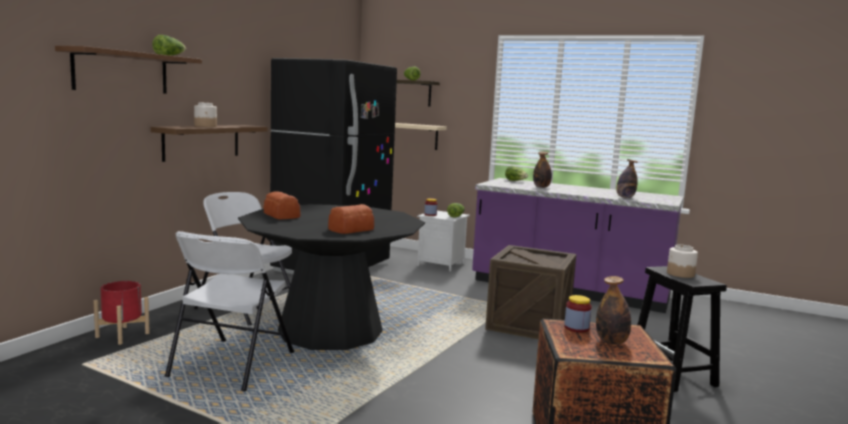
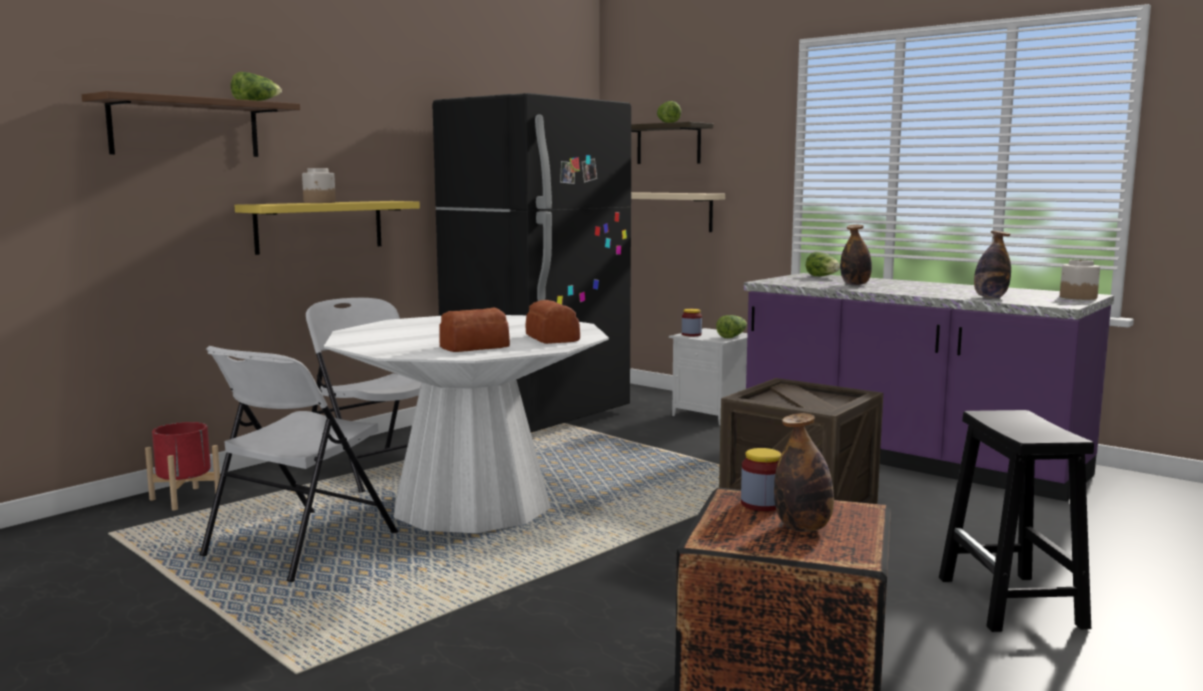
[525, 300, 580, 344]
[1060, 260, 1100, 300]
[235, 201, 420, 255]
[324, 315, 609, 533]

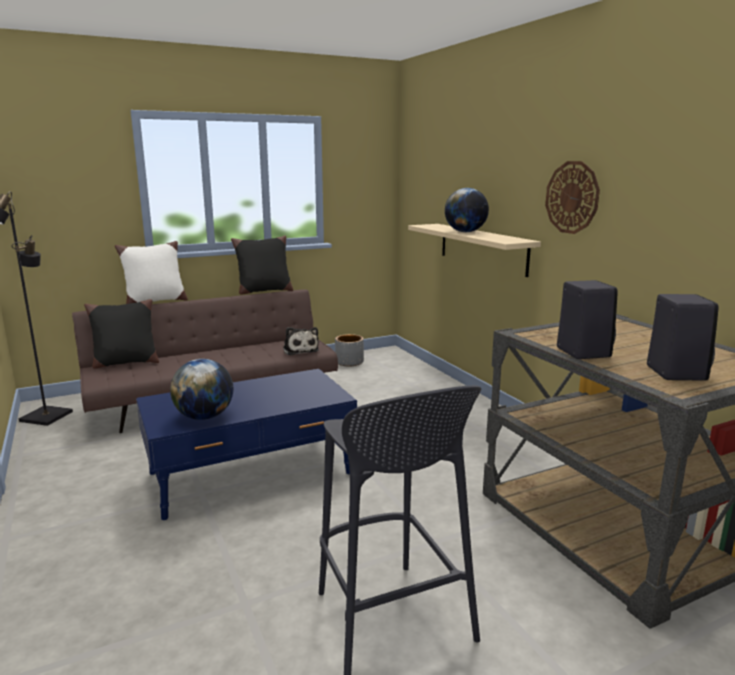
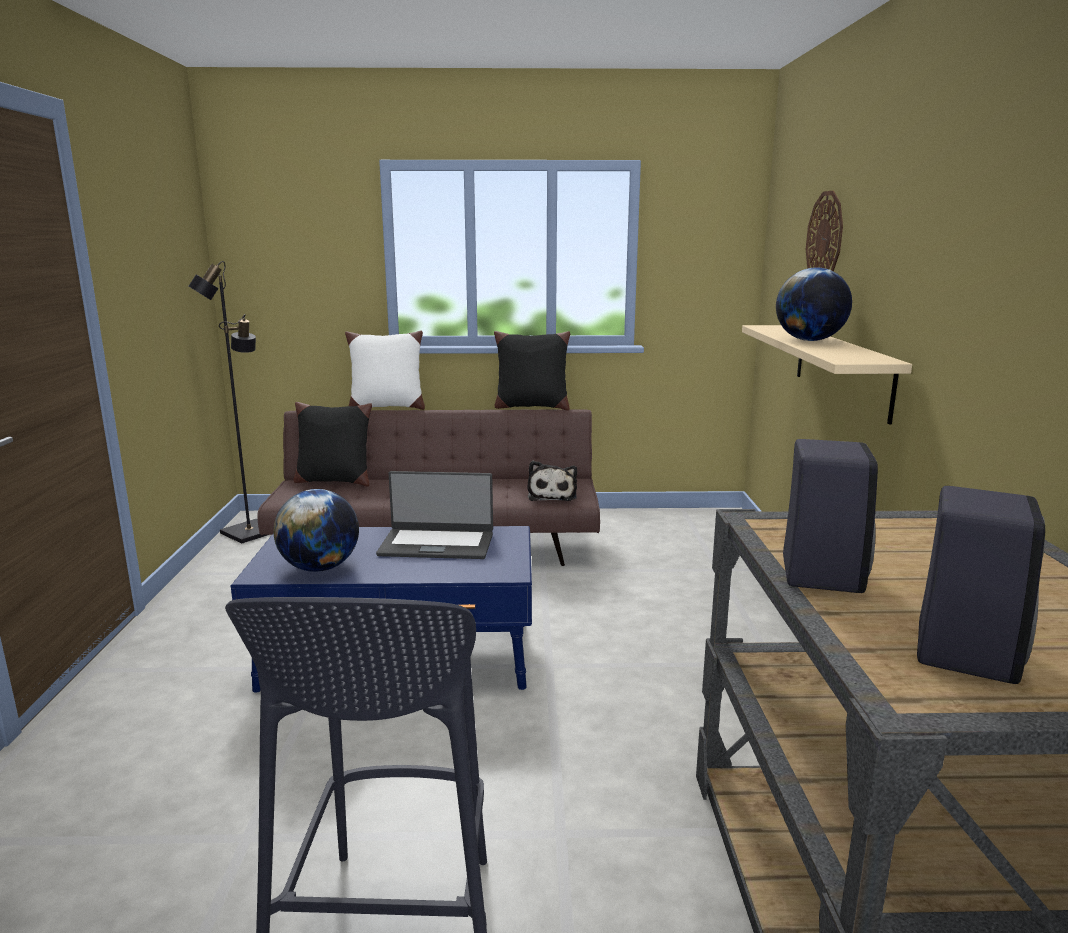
[335, 334, 364, 366] (first image)
[376, 471, 493, 559]
[806, 191, 843, 271]

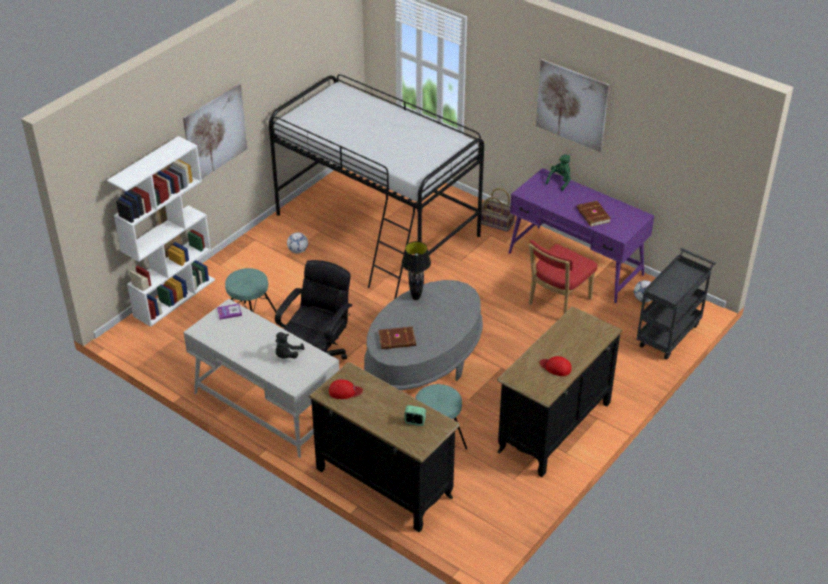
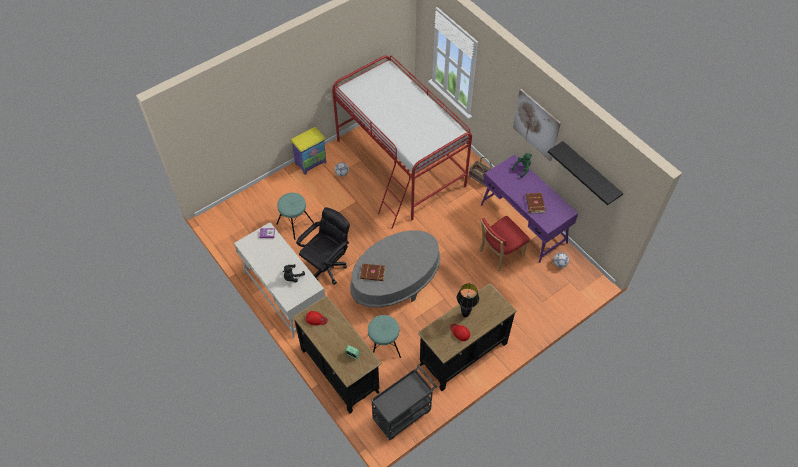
[107, 136, 215, 327] (first image)
[183, 84, 247, 179] (first image)
[290, 127, 326, 175]
[548, 141, 623, 205]
[457, 284, 479, 317]
[371, 364, 437, 440]
[332, 56, 472, 229]

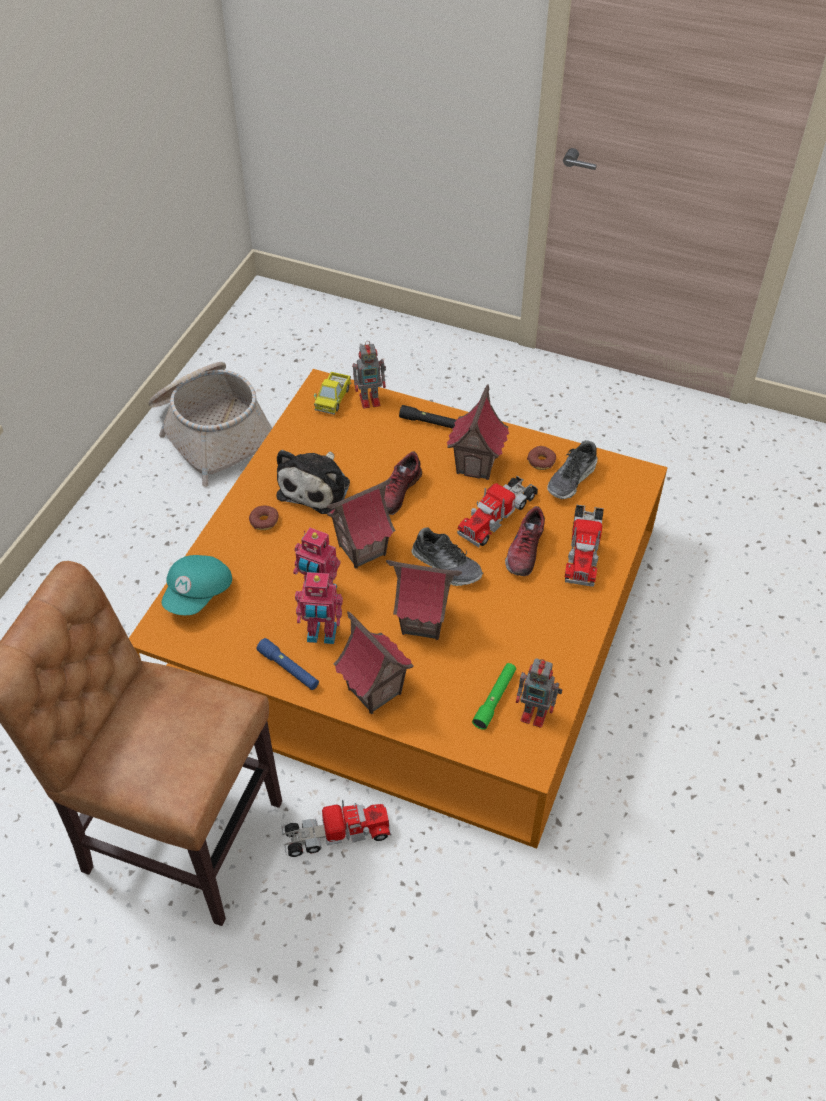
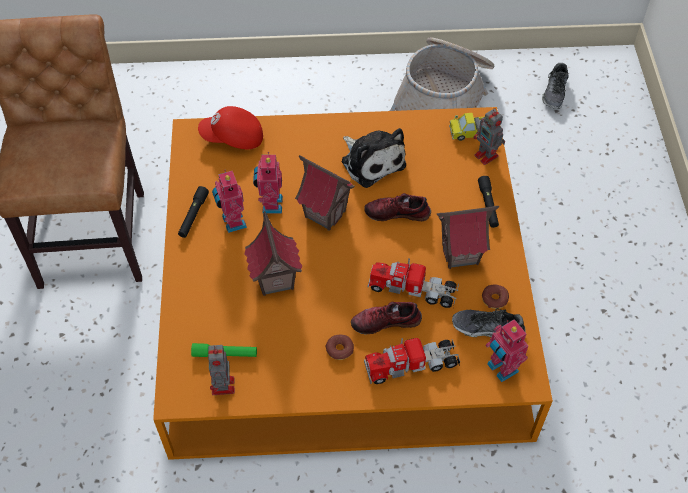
[282, 800, 392, 857] (first image)
[334, 611, 414, 714] (first image)
[485, 319, 529, 382]
[325, 335, 354, 360]
[542, 63, 569, 109]
[198, 106, 263, 149]
[178, 186, 209, 238]
[342, 128, 406, 188]

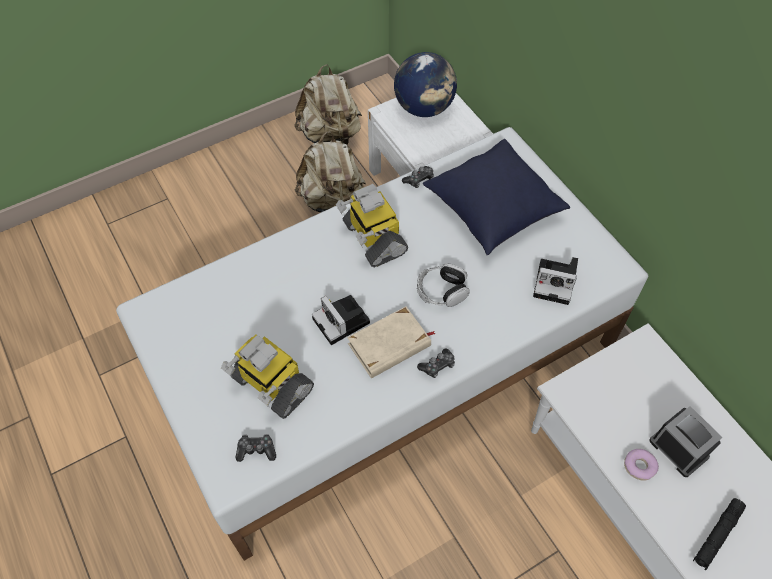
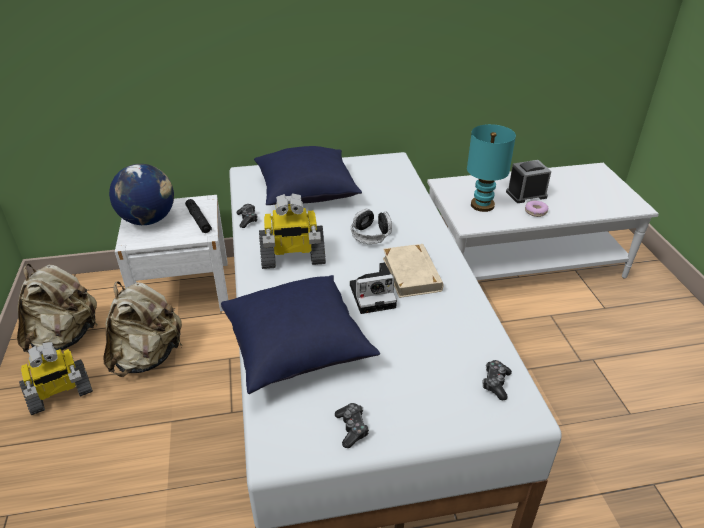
[533, 257, 578, 305] (first image)
[221, 275, 380, 394]
[467, 124, 516, 212]
[19, 342, 93, 415]
[335, 403, 369, 448]
[185, 199, 212, 233]

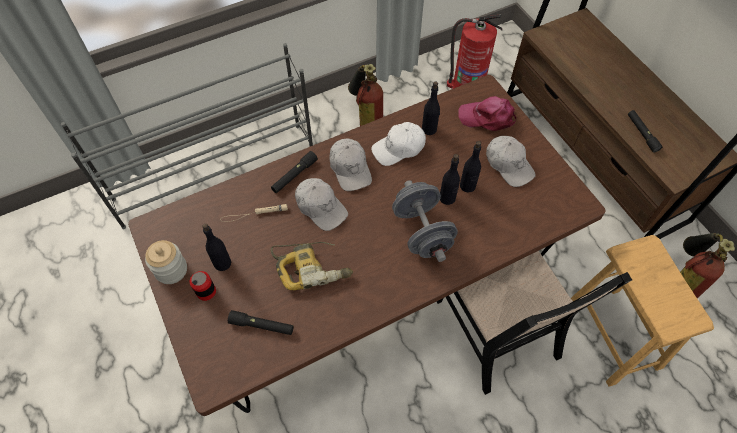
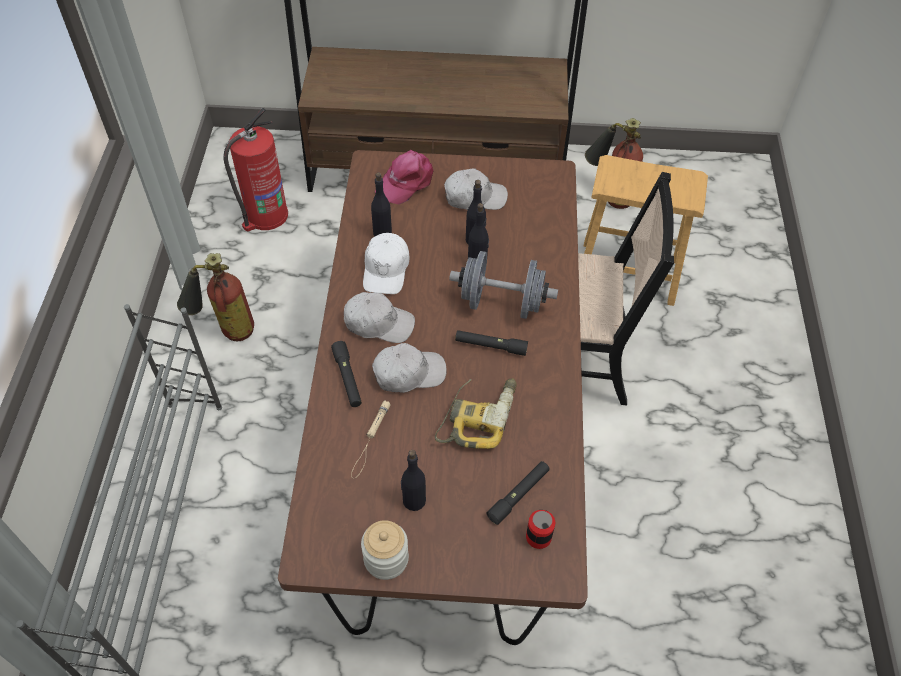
[526, 510, 555, 549]
[455, 330, 528, 356]

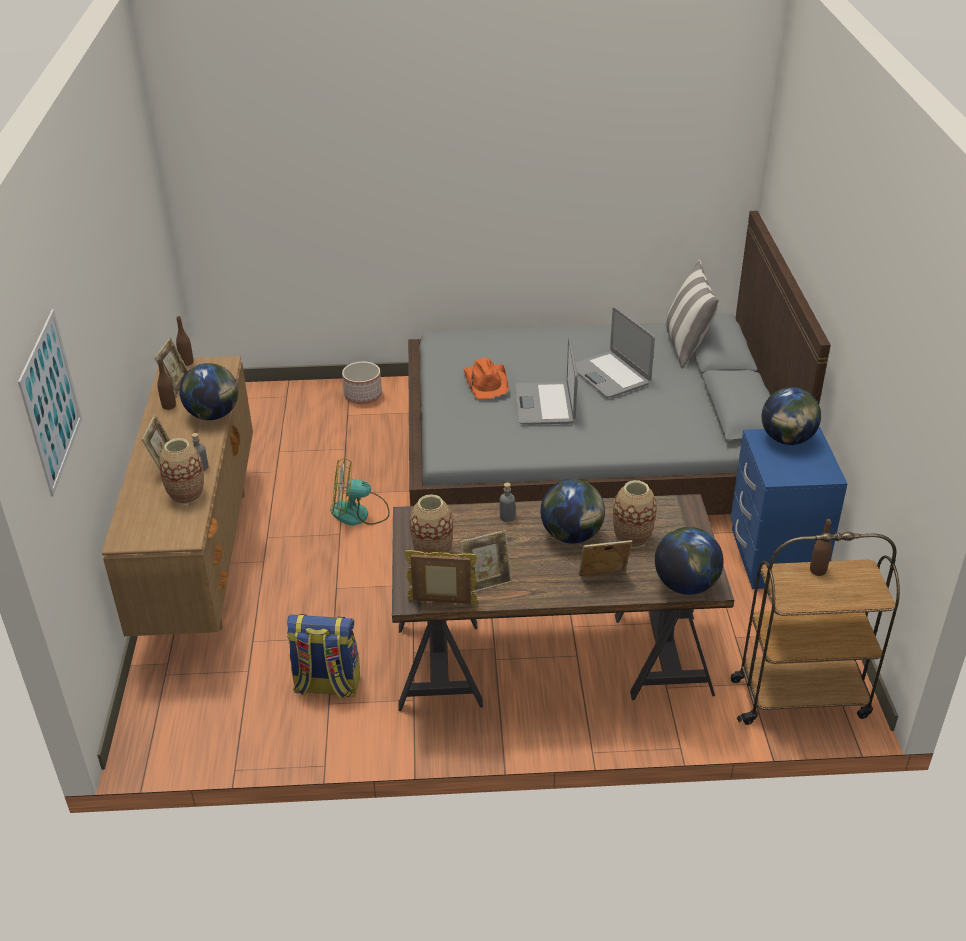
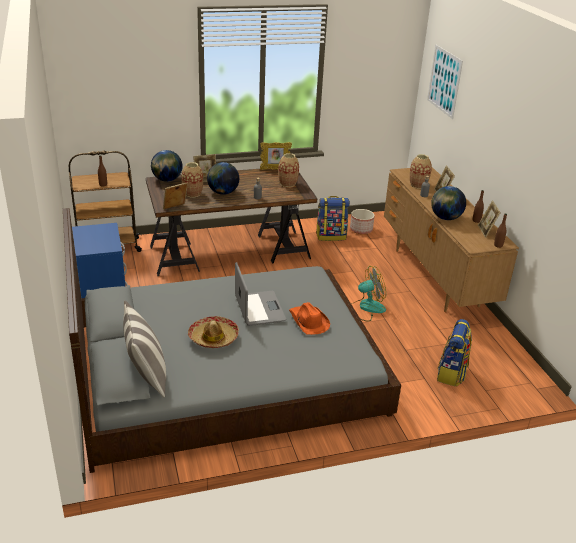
[762, 387, 821, 445] (first image)
[437, 319, 472, 387]
[350, 209, 375, 234]
[163, 182, 188, 210]
[188, 316, 239, 348]

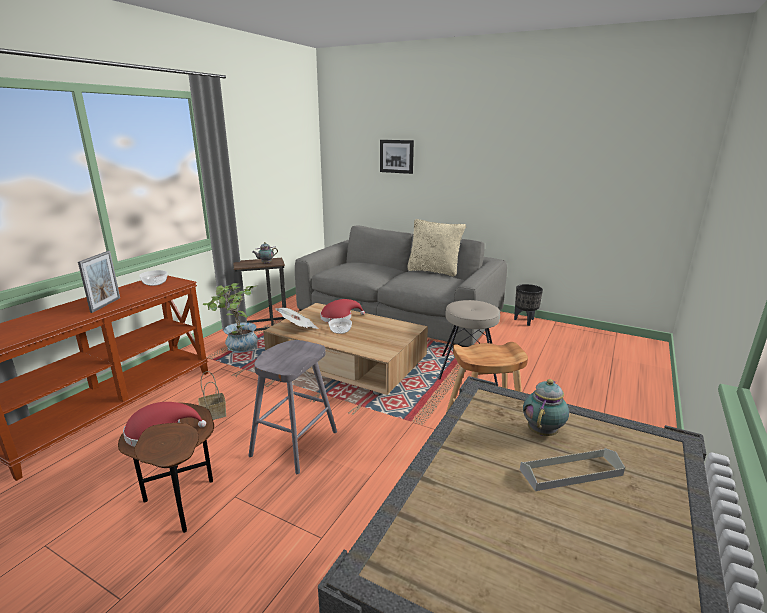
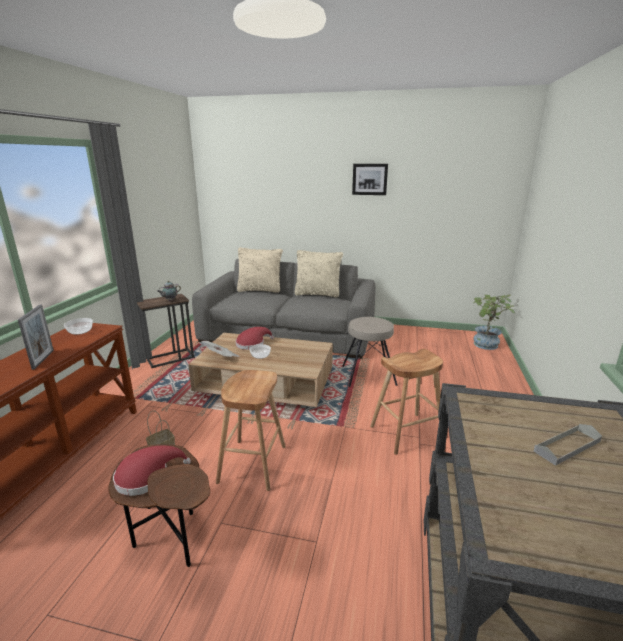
[514, 284, 543, 326] (first image)
[523, 379, 569, 436] (first image)
[237, 248, 283, 293]
[474, 294, 515, 350]
[352, 164, 388, 195]
[216, 370, 286, 491]

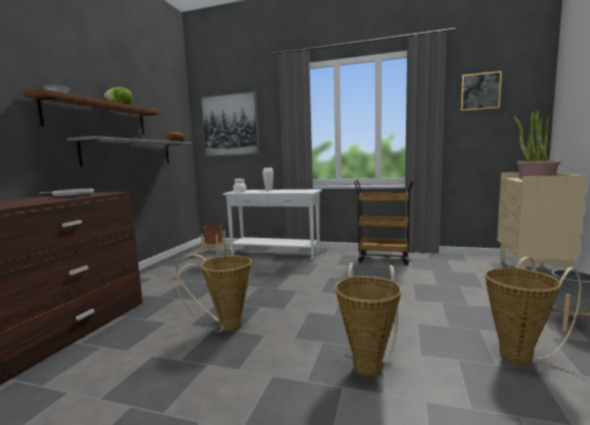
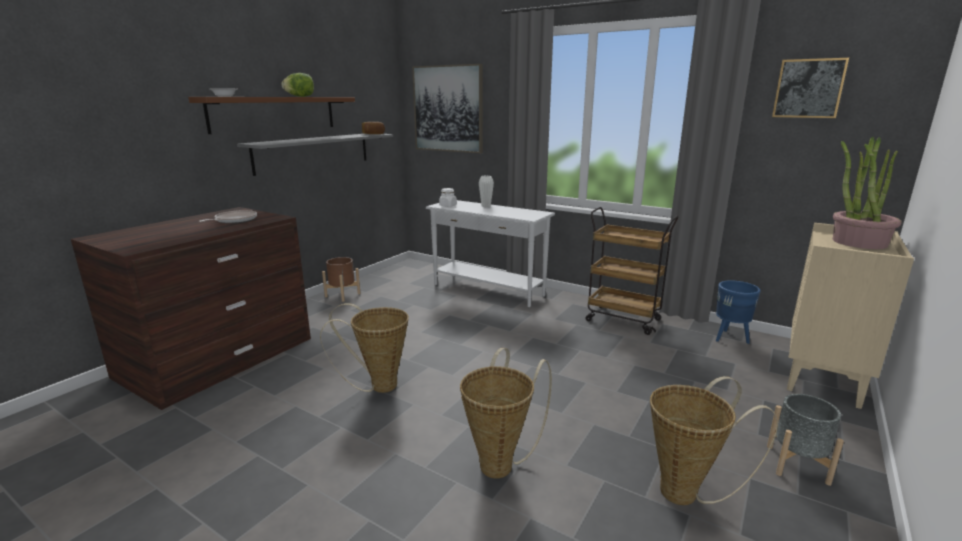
[716, 280, 761, 344]
[322, 257, 361, 302]

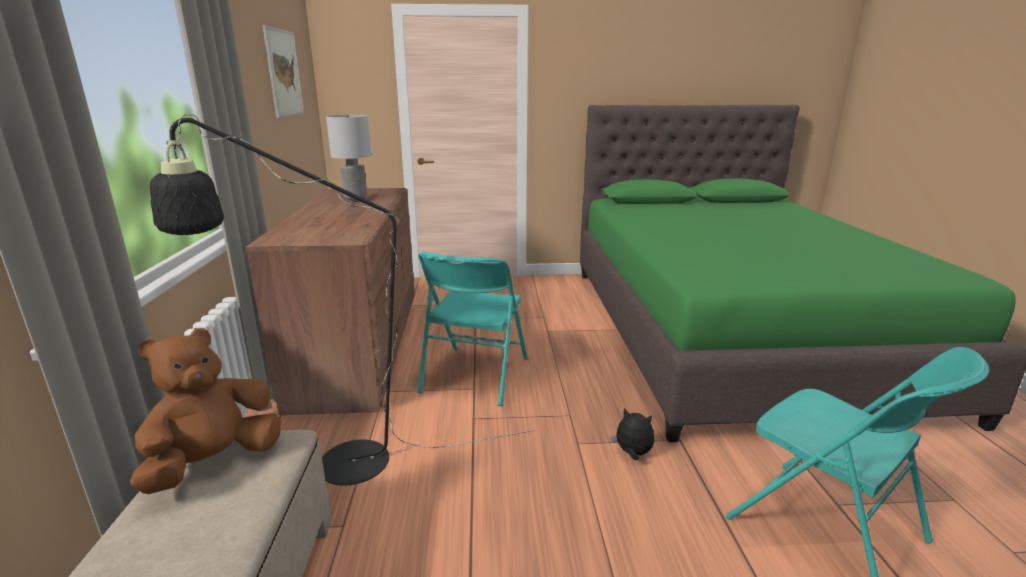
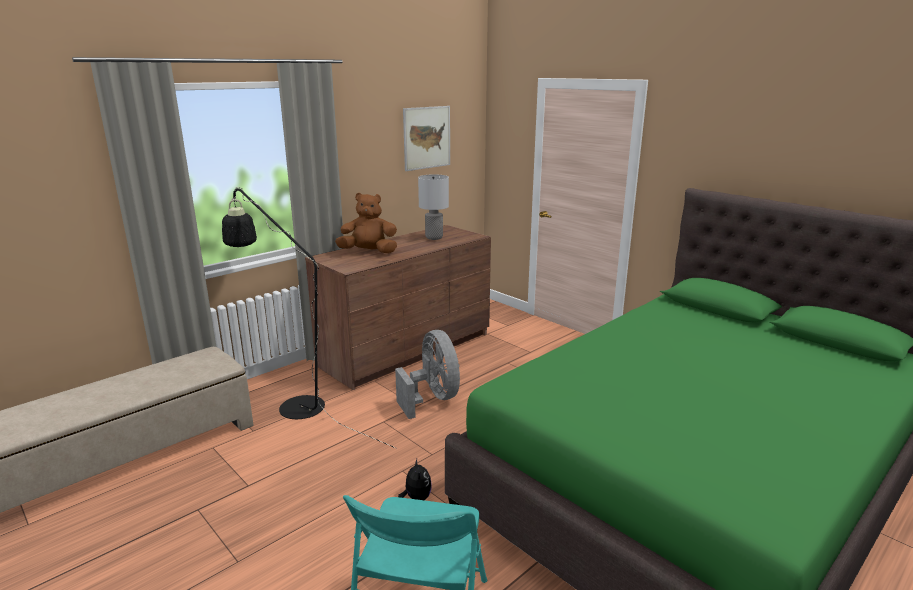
[335, 193, 397, 253]
[395, 330, 460, 419]

